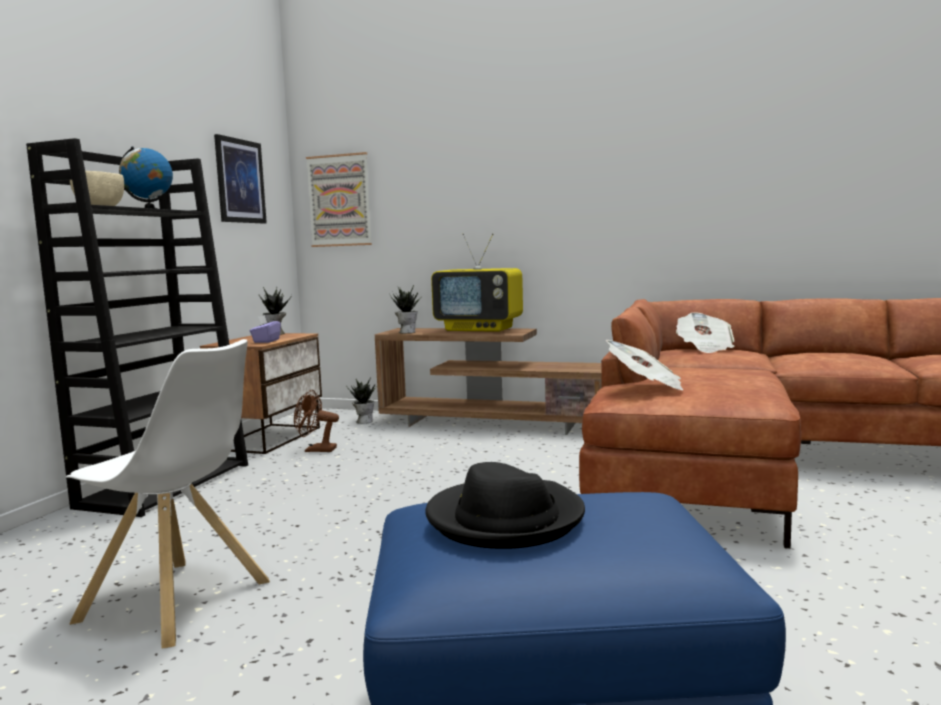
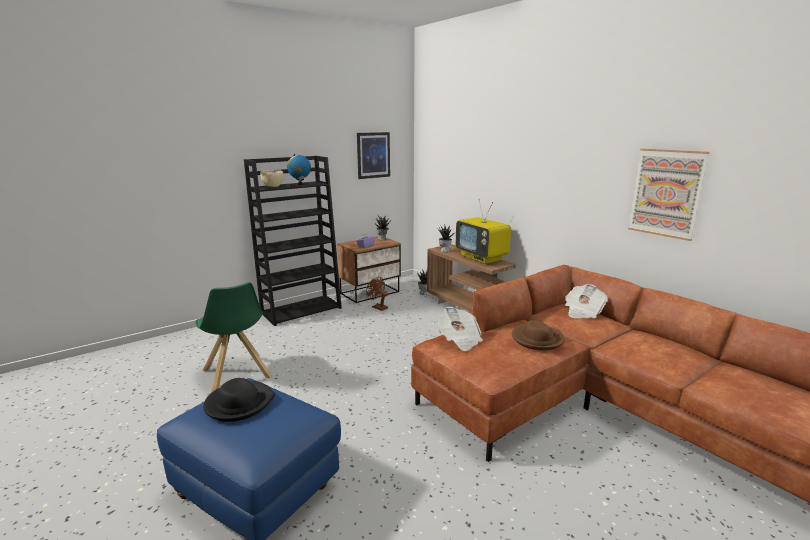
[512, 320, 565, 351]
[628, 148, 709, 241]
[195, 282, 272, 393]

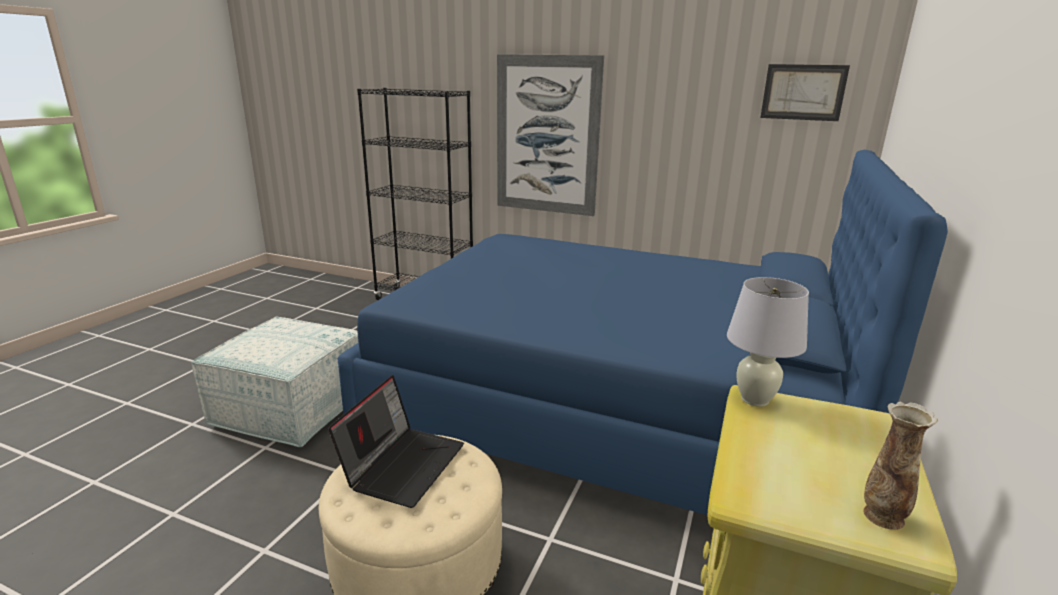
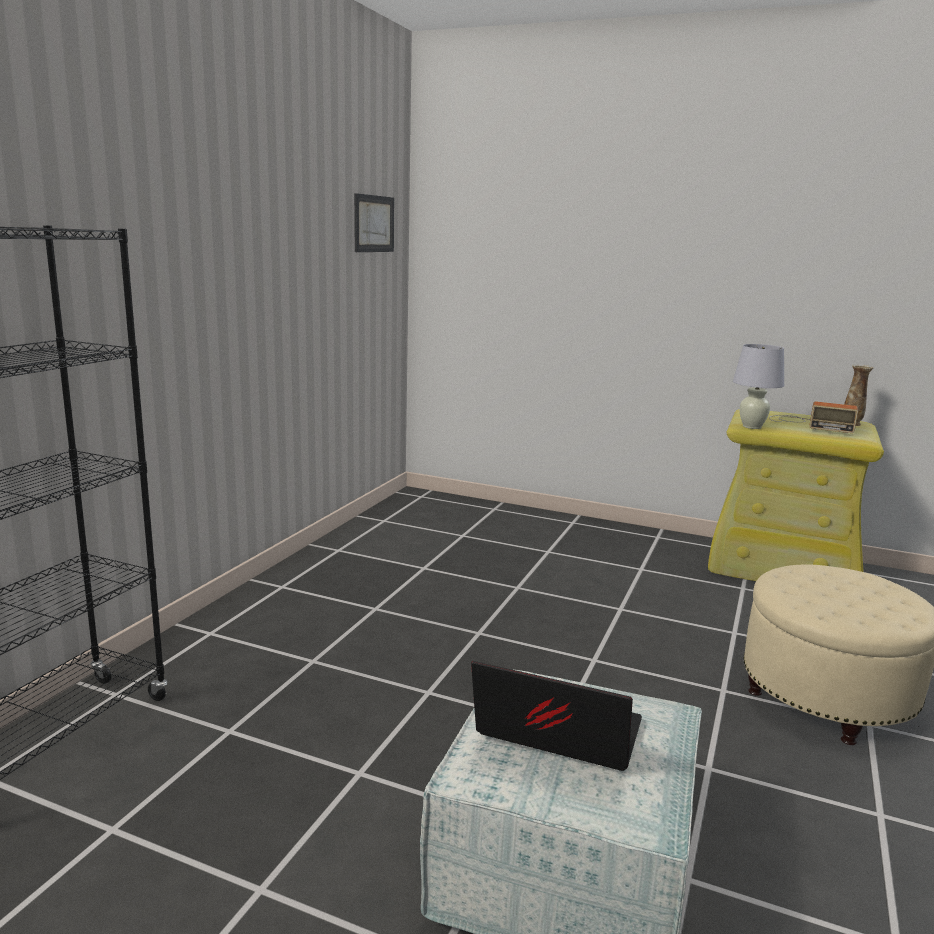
[337, 150, 948, 515] (first image)
[497, 54, 604, 216] (first image)
[769, 402, 858, 433]
[471, 661, 642, 771]

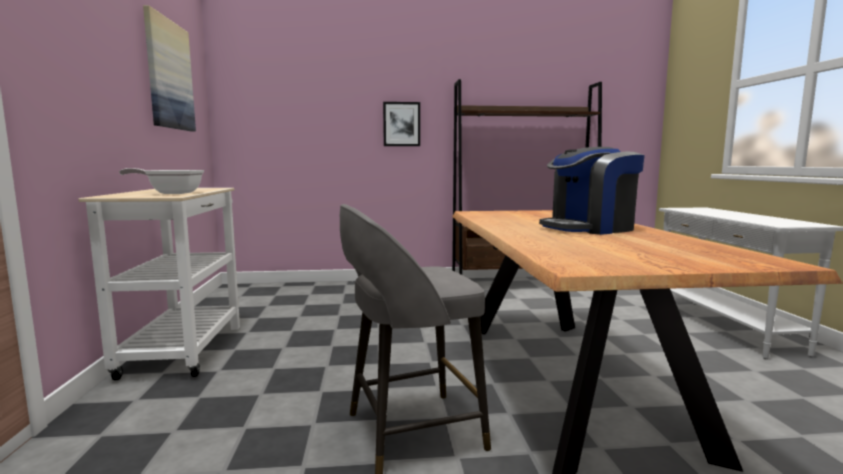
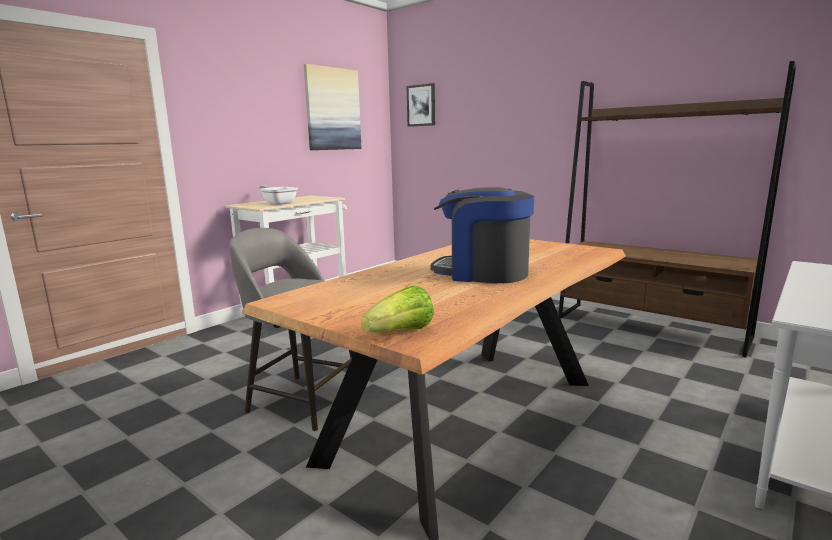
[361, 285, 434, 333]
[407, 83, 435, 127]

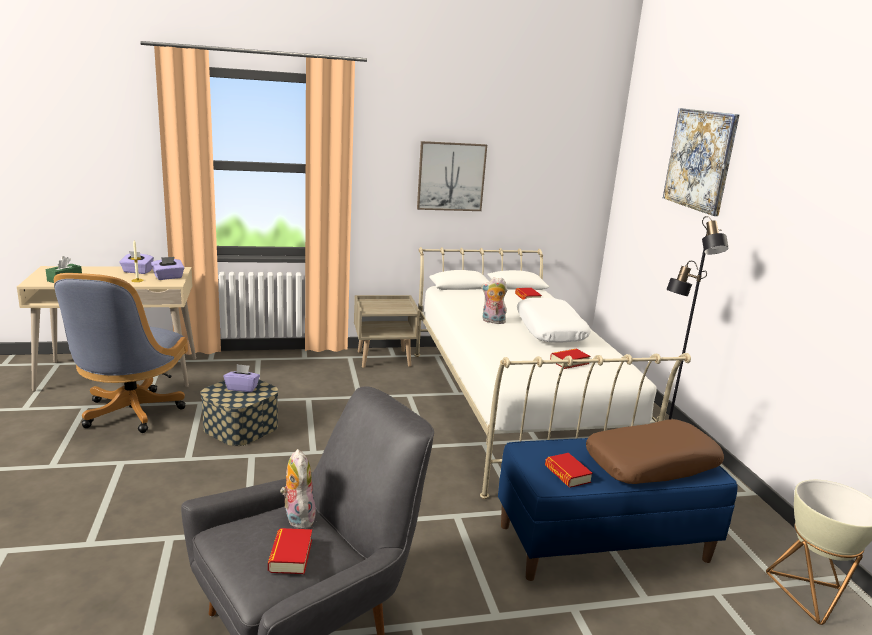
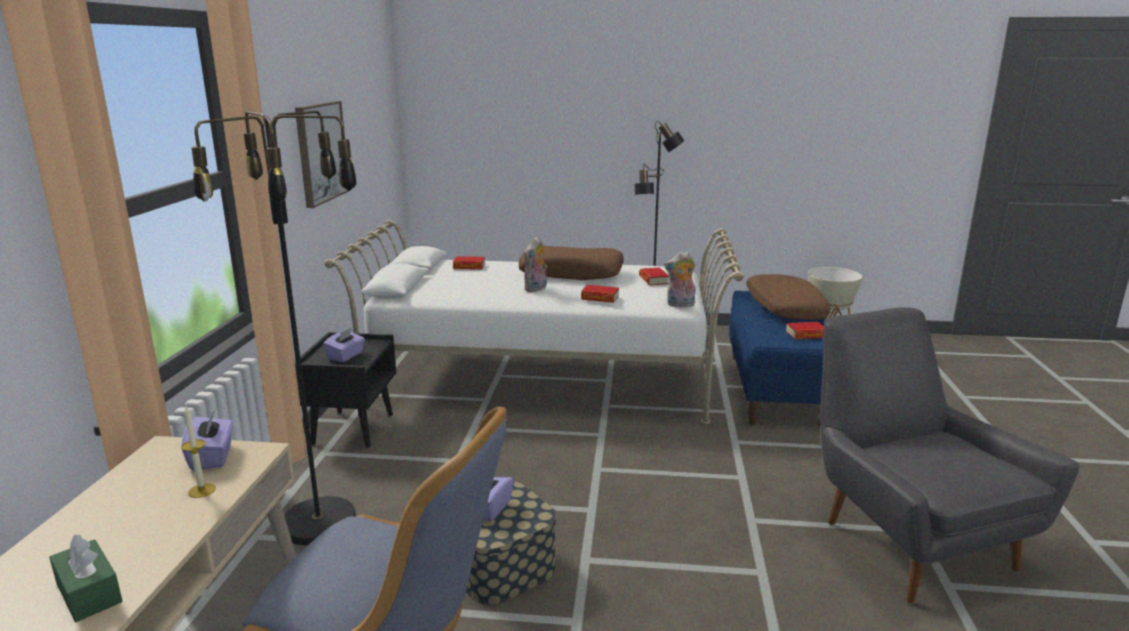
[663, 108, 739, 216] (first image)
[191, 111, 356, 545]
[323, 328, 365, 362]
[581, 285, 619, 303]
[664, 251, 696, 307]
[295, 332, 396, 448]
[519, 246, 624, 280]

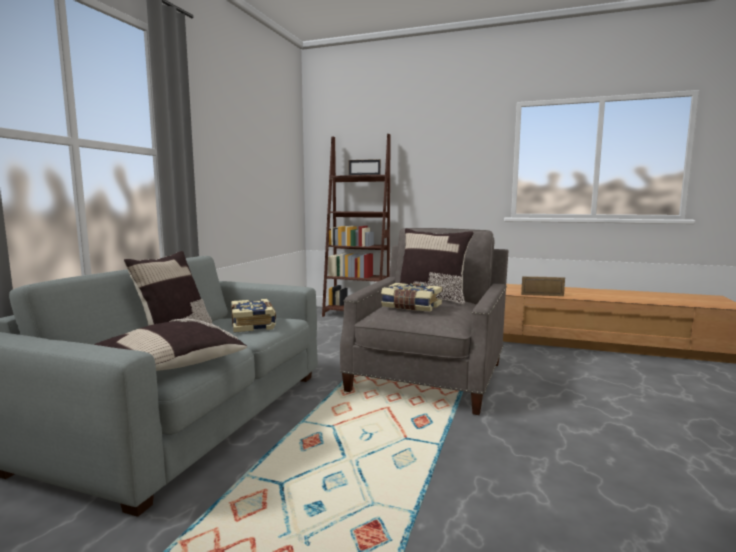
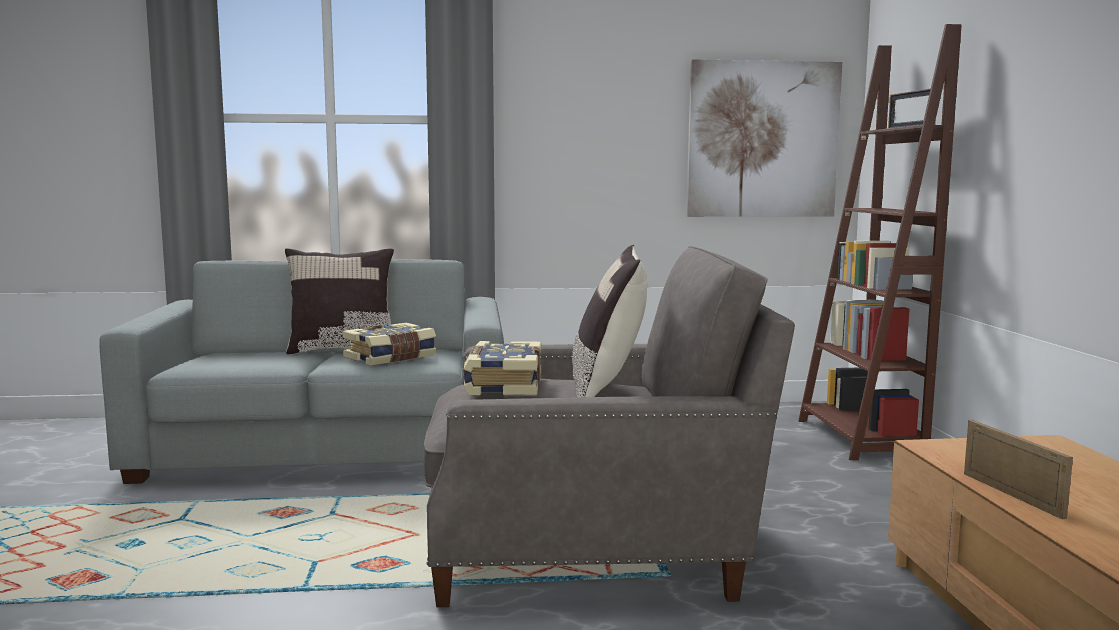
[94, 319, 247, 371] (first image)
[686, 59, 842, 217]

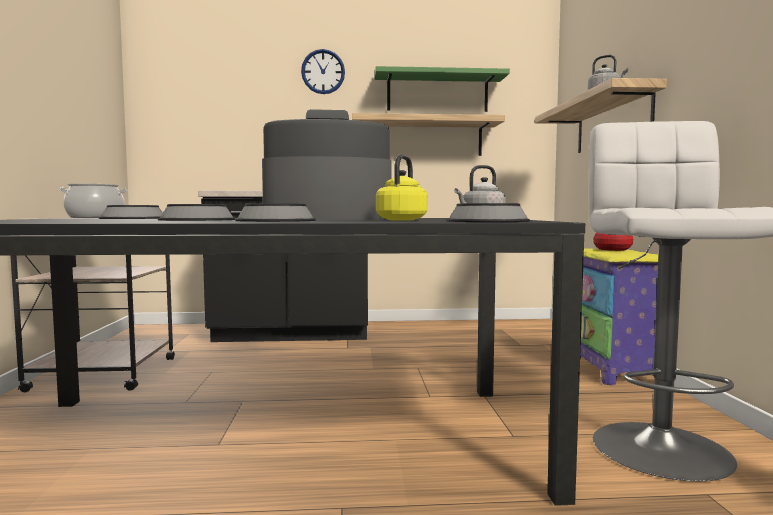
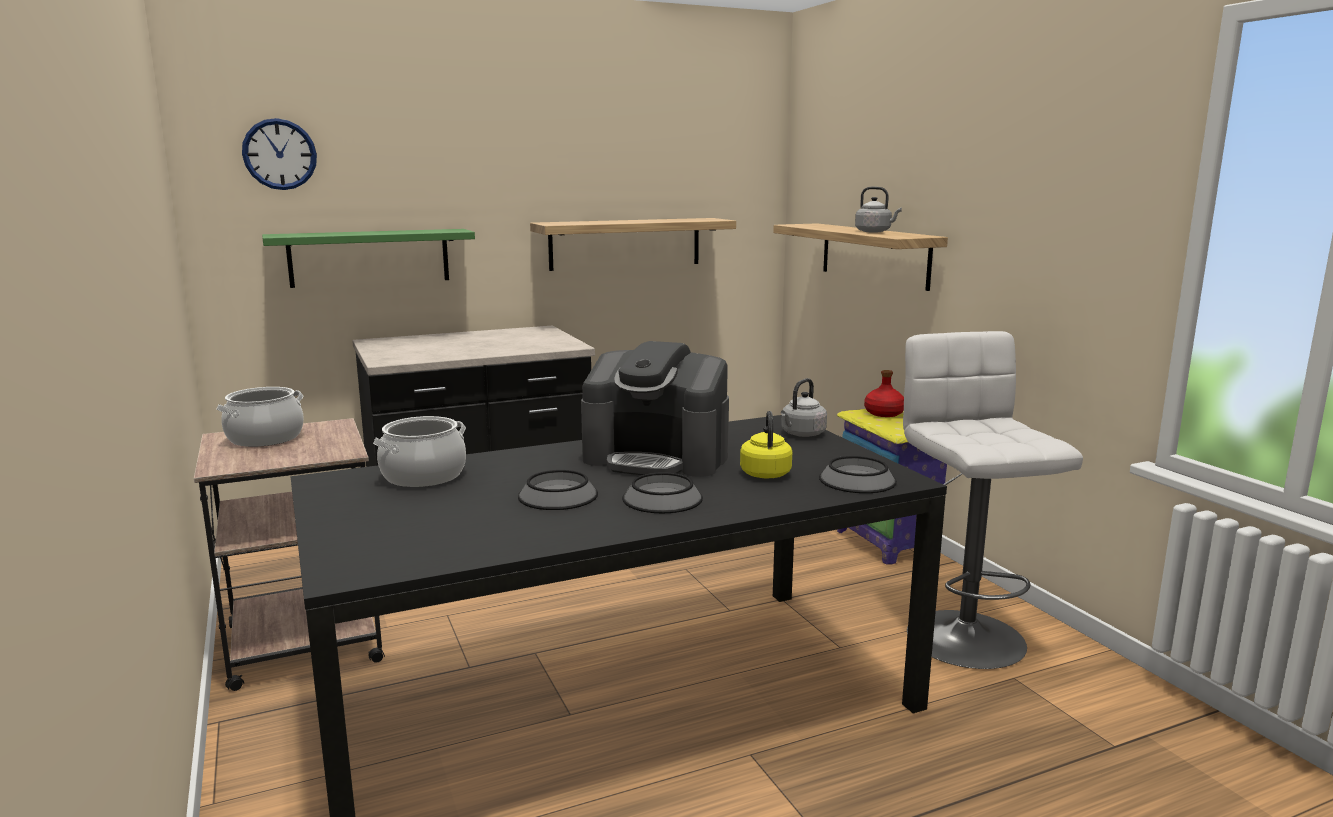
[242, 118, 317, 190]
[262, 229, 475, 288]
[373, 416, 466, 487]
[581, 341, 729, 477]

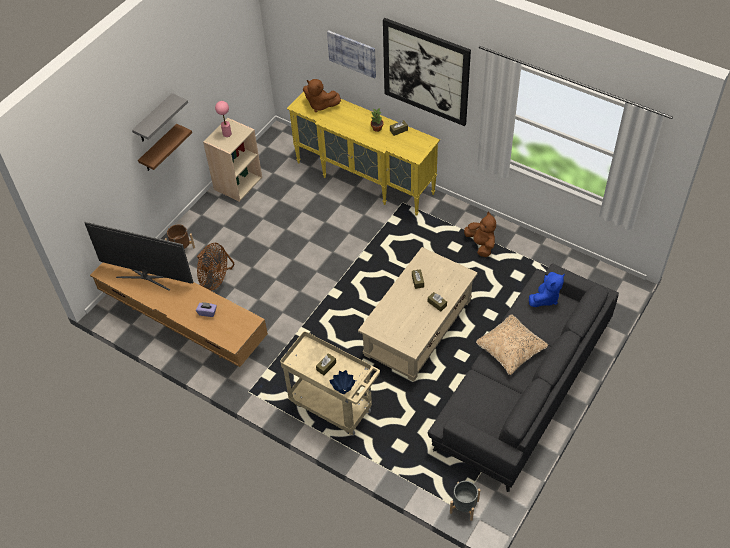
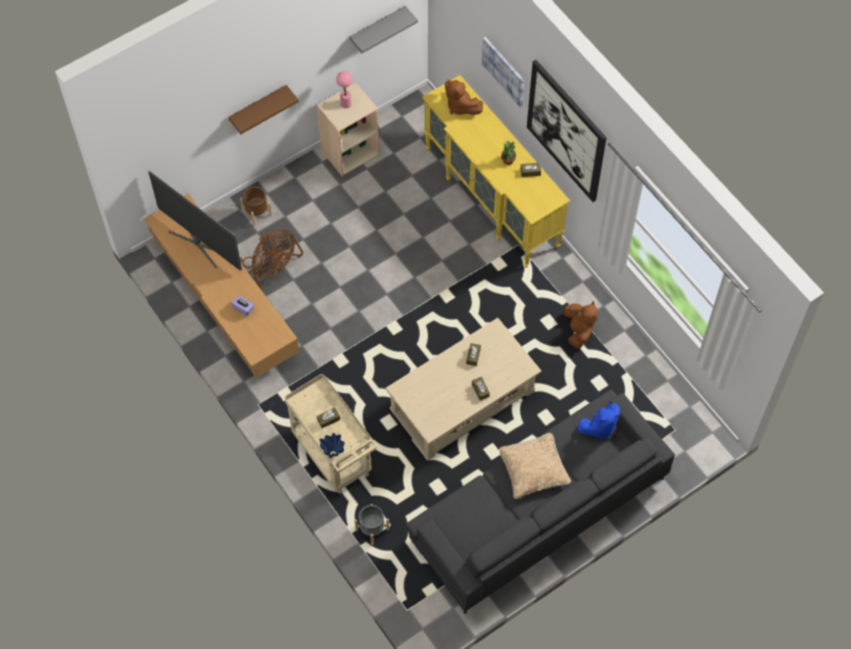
[349, 6, 418, 53]
[354, 504, 389, 545]

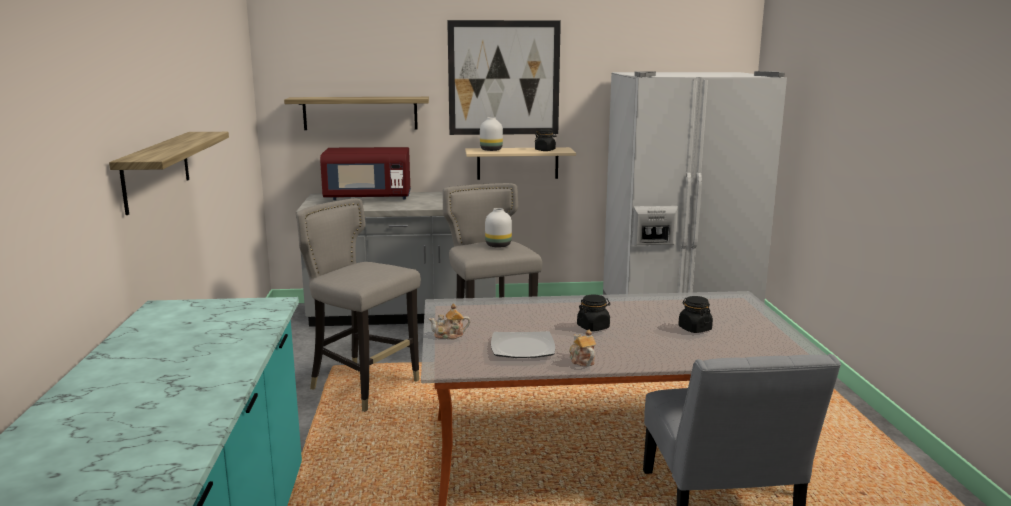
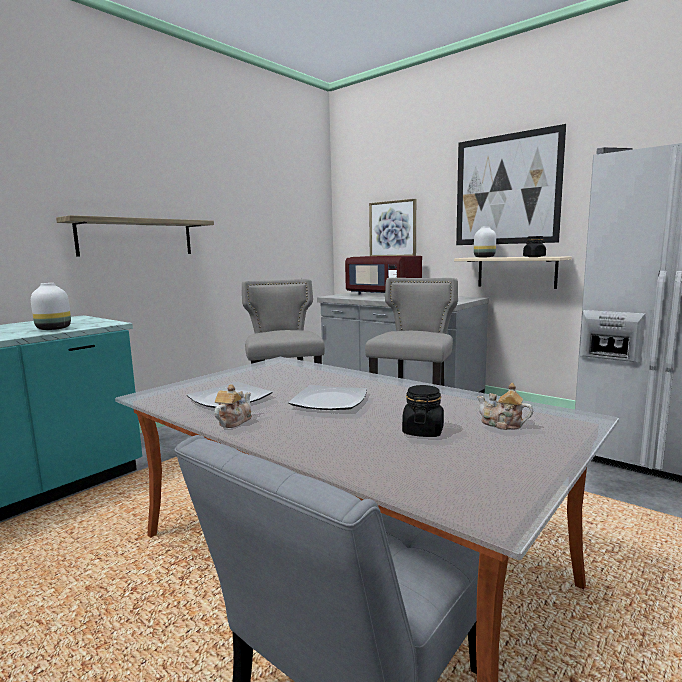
[477, 383, 533, 430]
[31, 283, 71, 330]
[369, 199, 416, 256]
[288, 385, 367, 410]

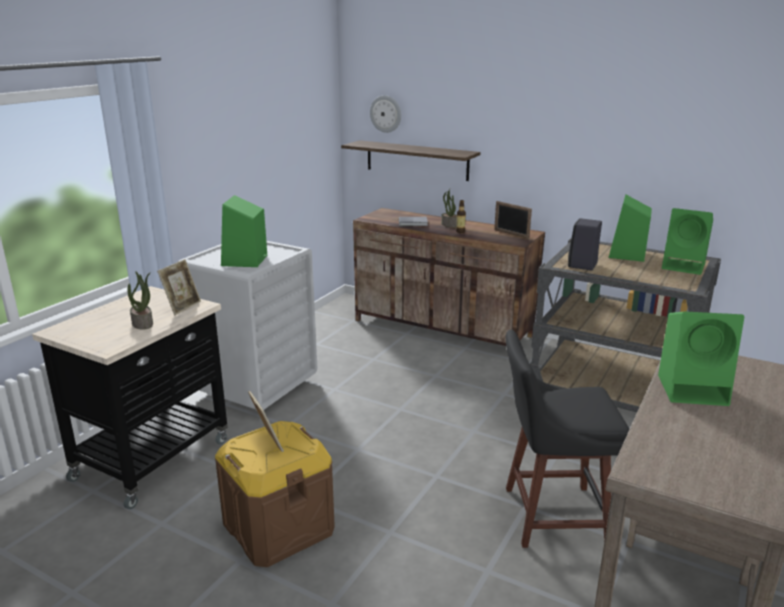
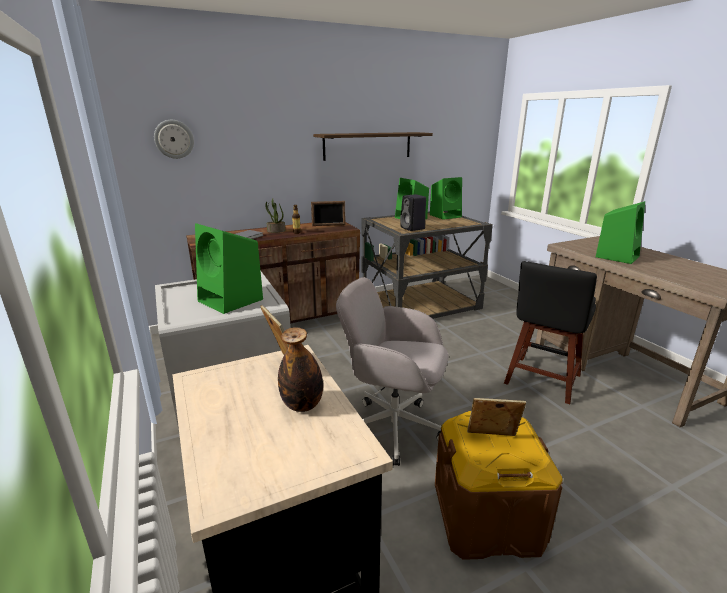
[336, 277, 449, 466]
[313, 132, 433, 161]
[278, 327, 323, 412]

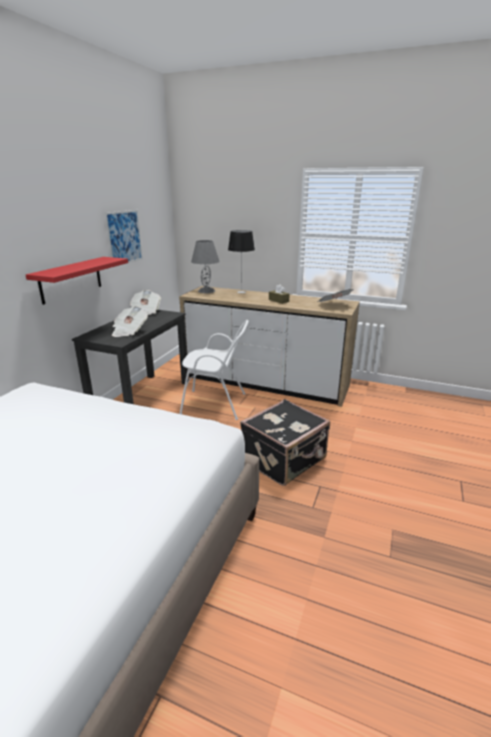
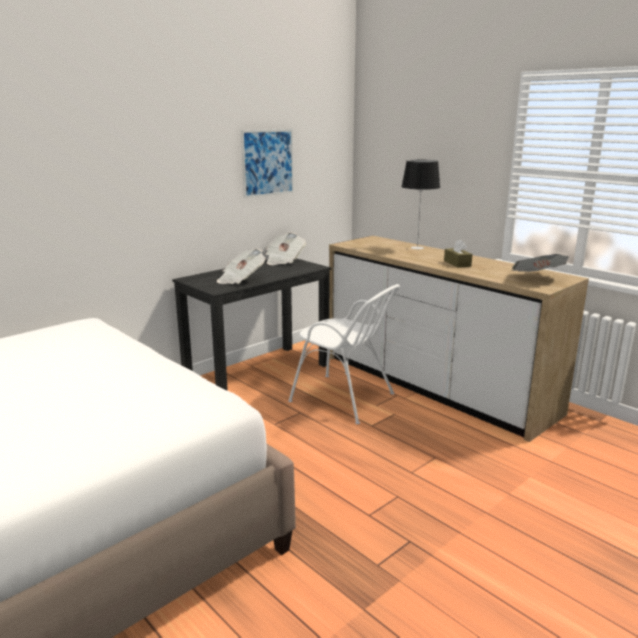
[26, 257, 128, 305] (first image)
[191, 240, 220, 293] (first image)
[240, 399, 330, 486] (first image)

